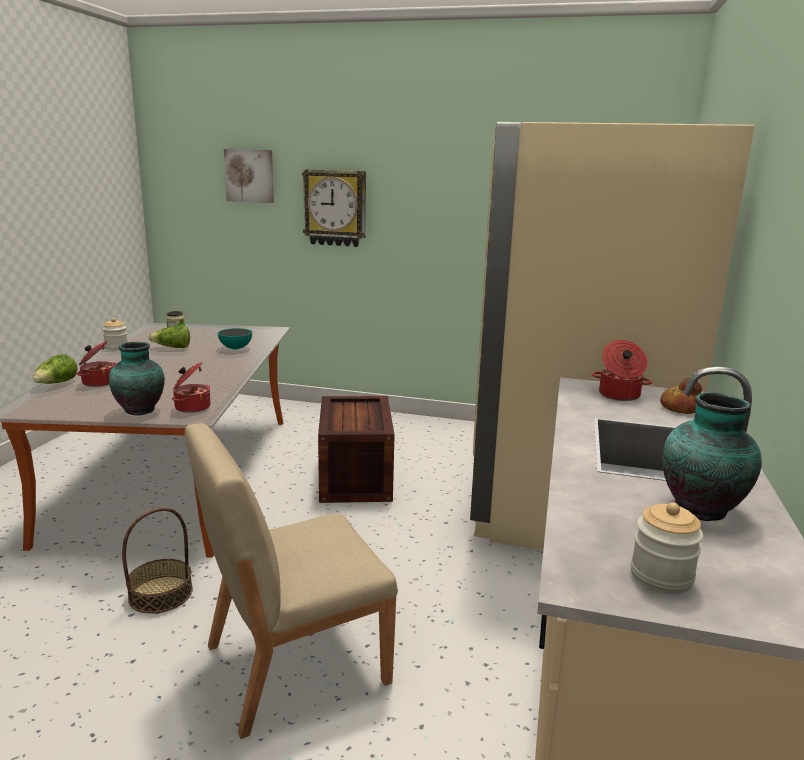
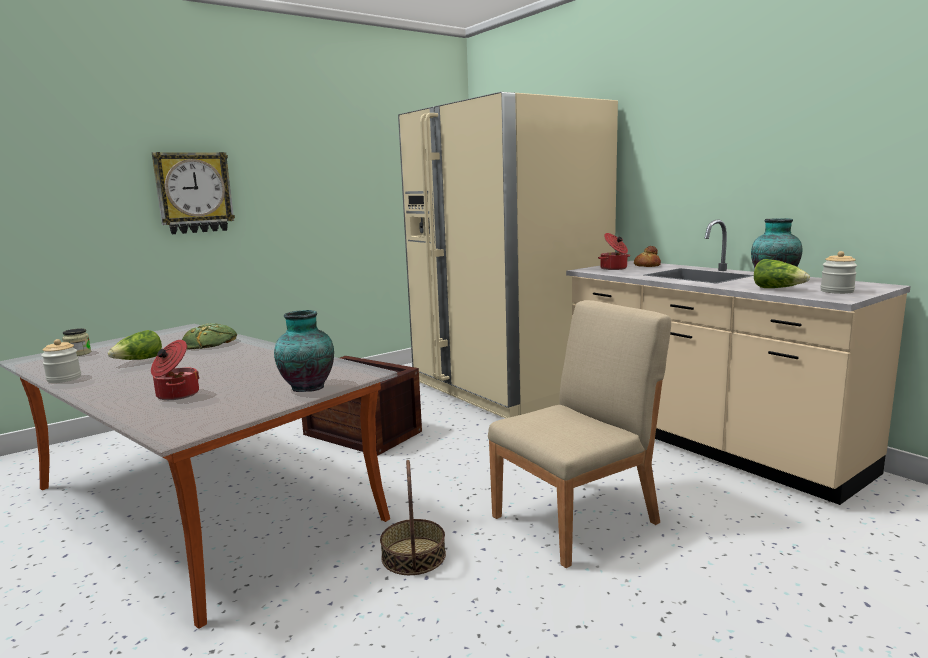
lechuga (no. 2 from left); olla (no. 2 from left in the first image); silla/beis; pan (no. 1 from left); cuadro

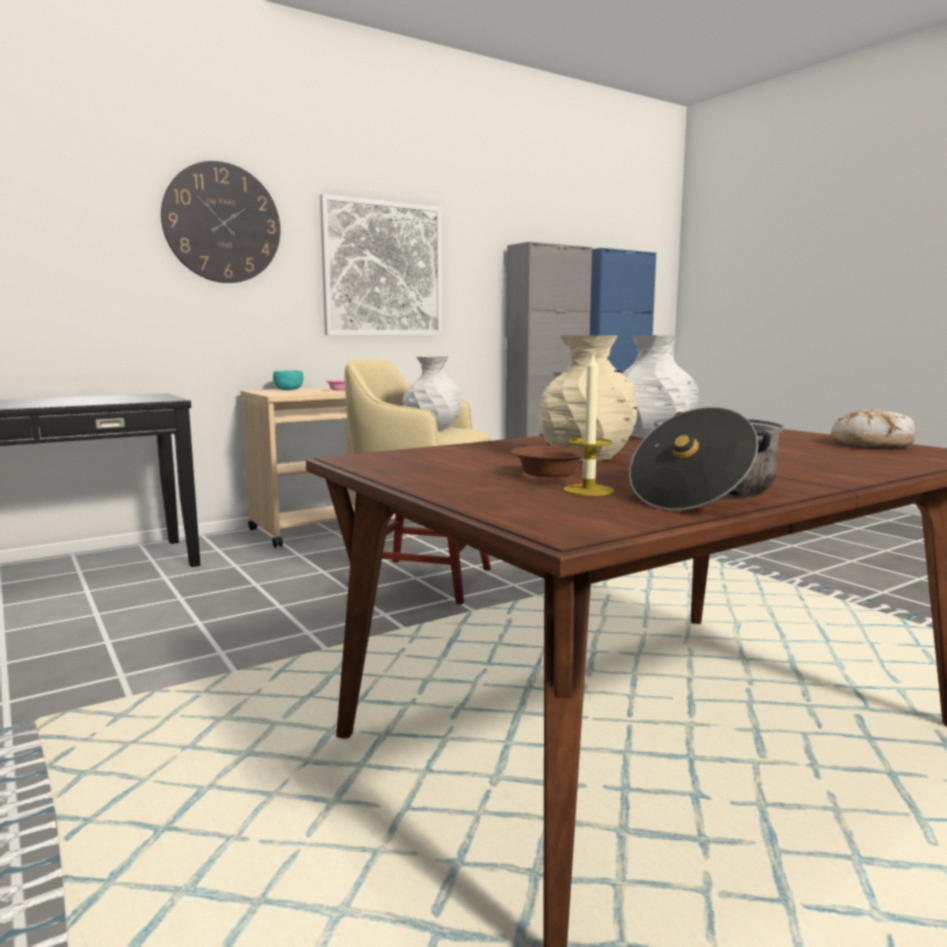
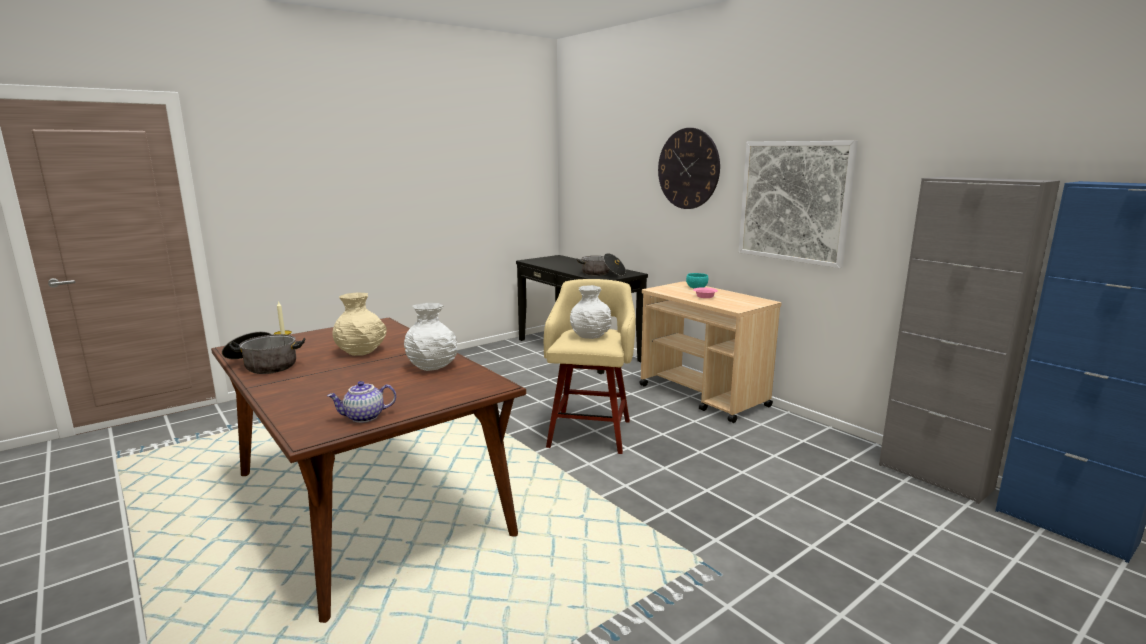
cuenco/marrón; tetera; olla (no. 2 from left)

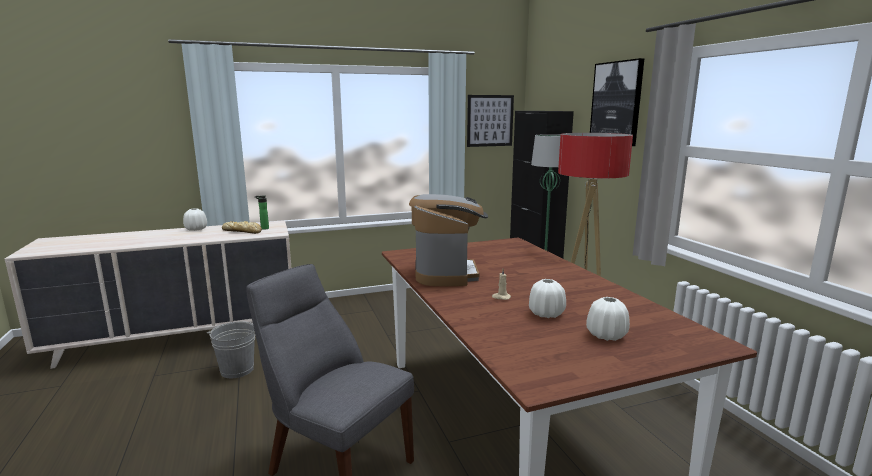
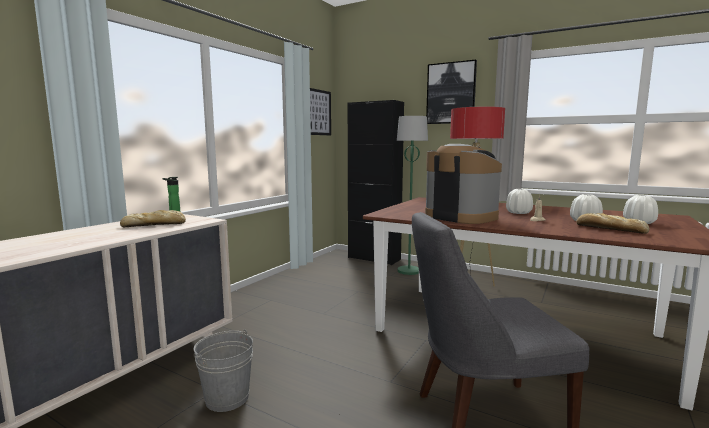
florero/blanco (no. 1 from left); pan (no. 2 from left)

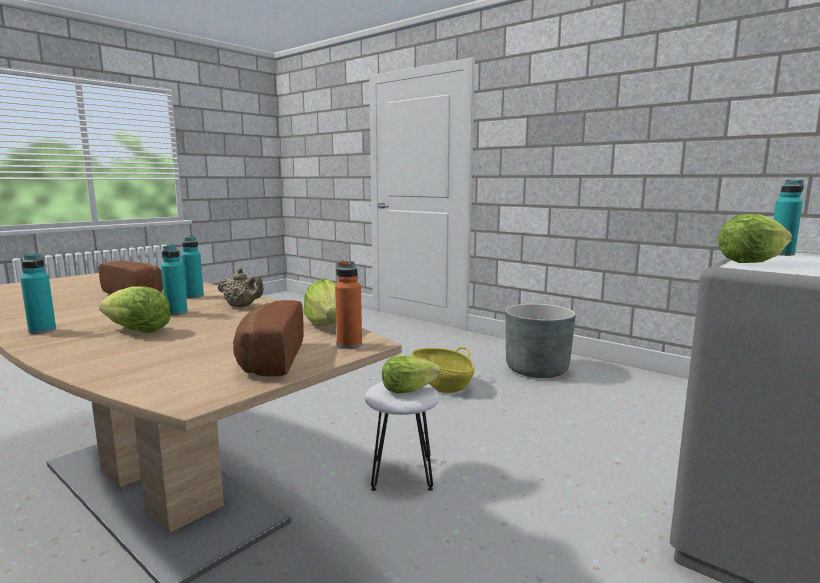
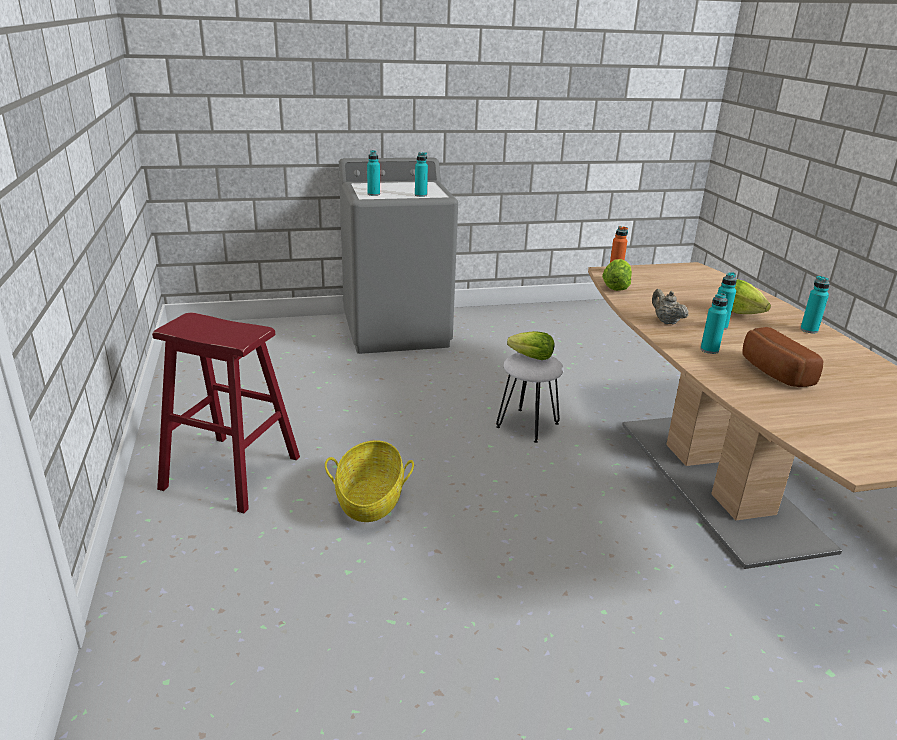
pan (no. 2 from left in the first image); taburete/rojo; botella/turquesa (no. 2 from left)

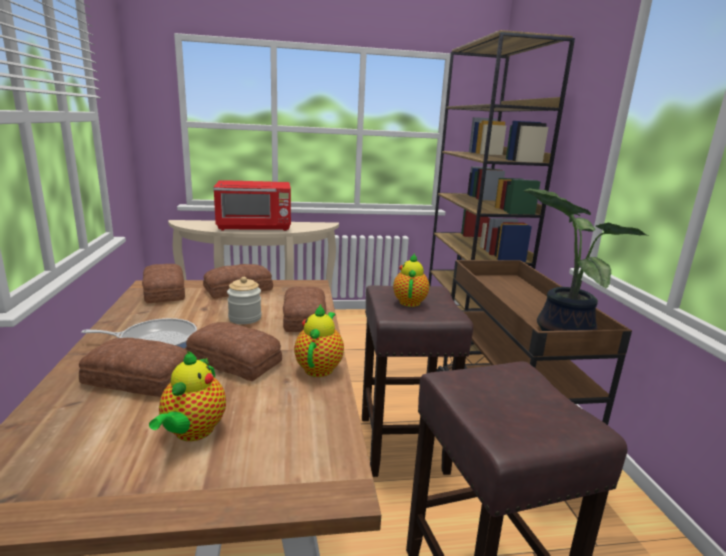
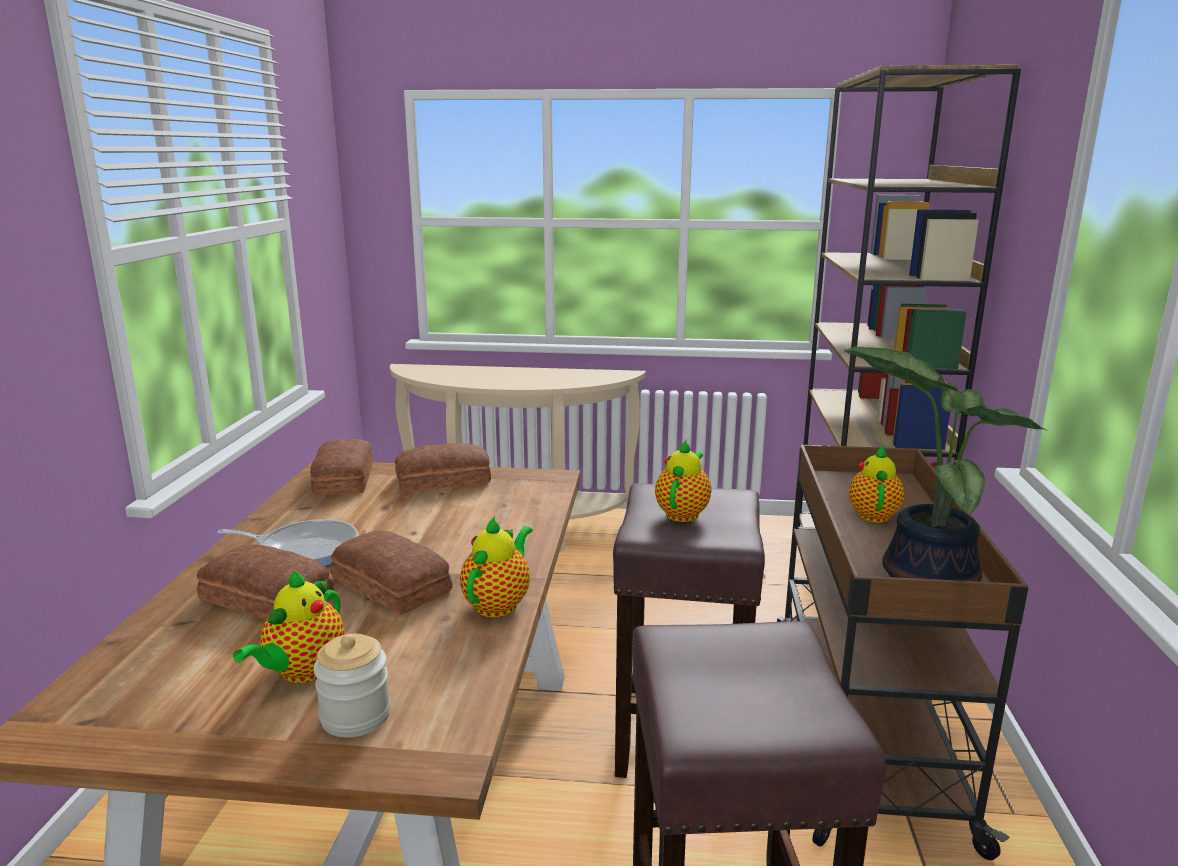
microondas/rojo; tarro; pan (no. 5 from left in the first image); tetera (no. 4 from left)

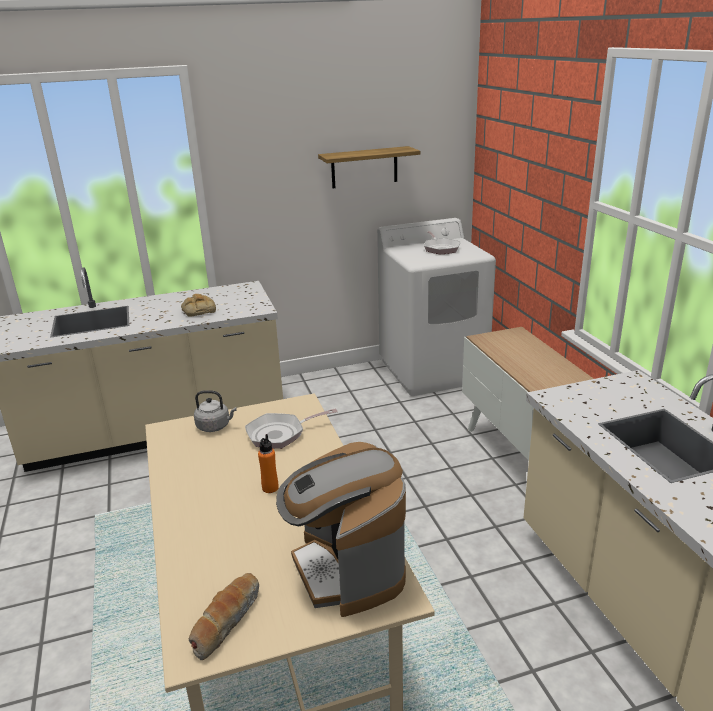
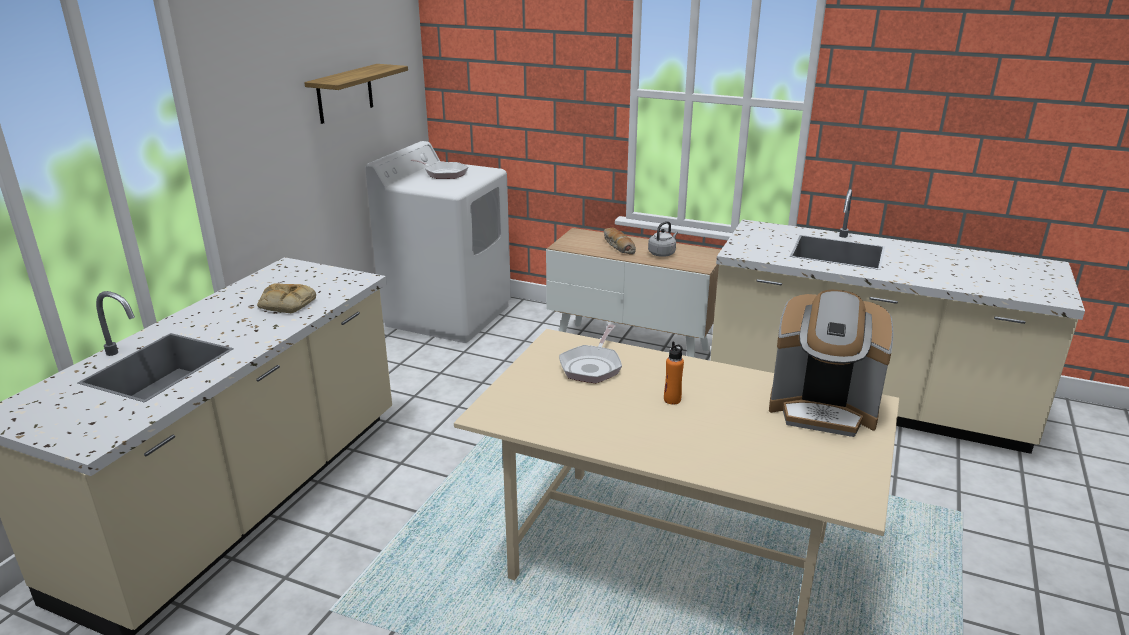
pan (no. 2 from left); hervidor/gris

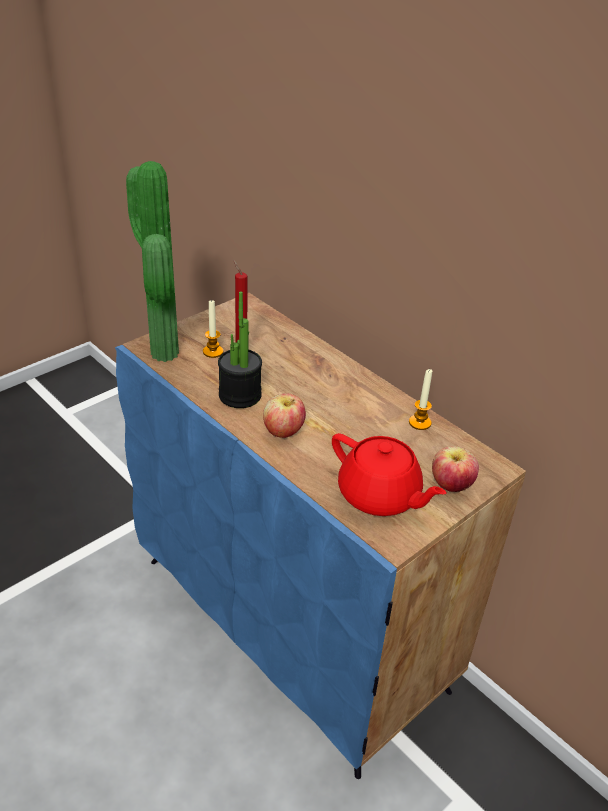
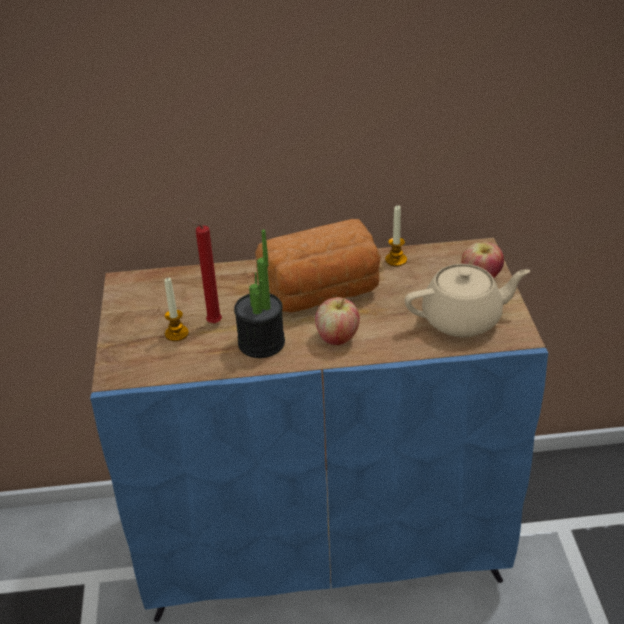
planta en maceta (no. 1 from left in the first image); tetera/beis; pan

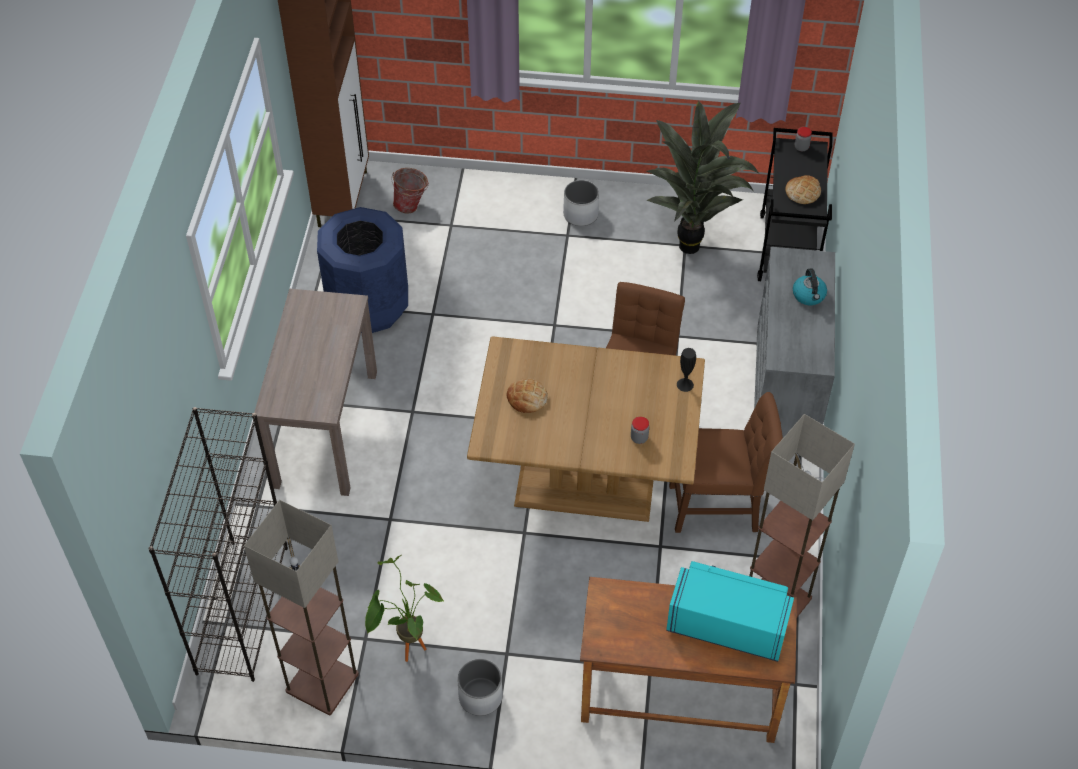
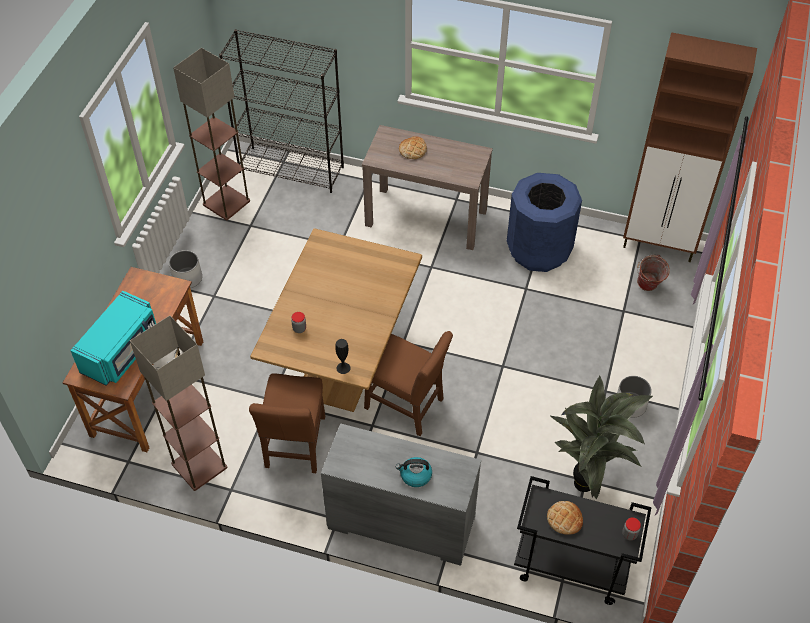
planta en maceta (no. 1 from left in the first image); pan (no. 1 from left)

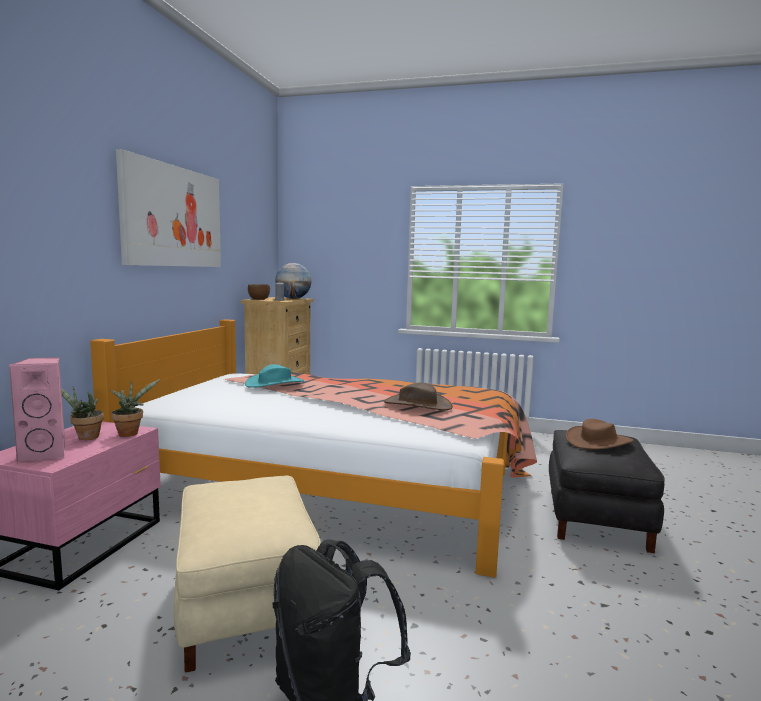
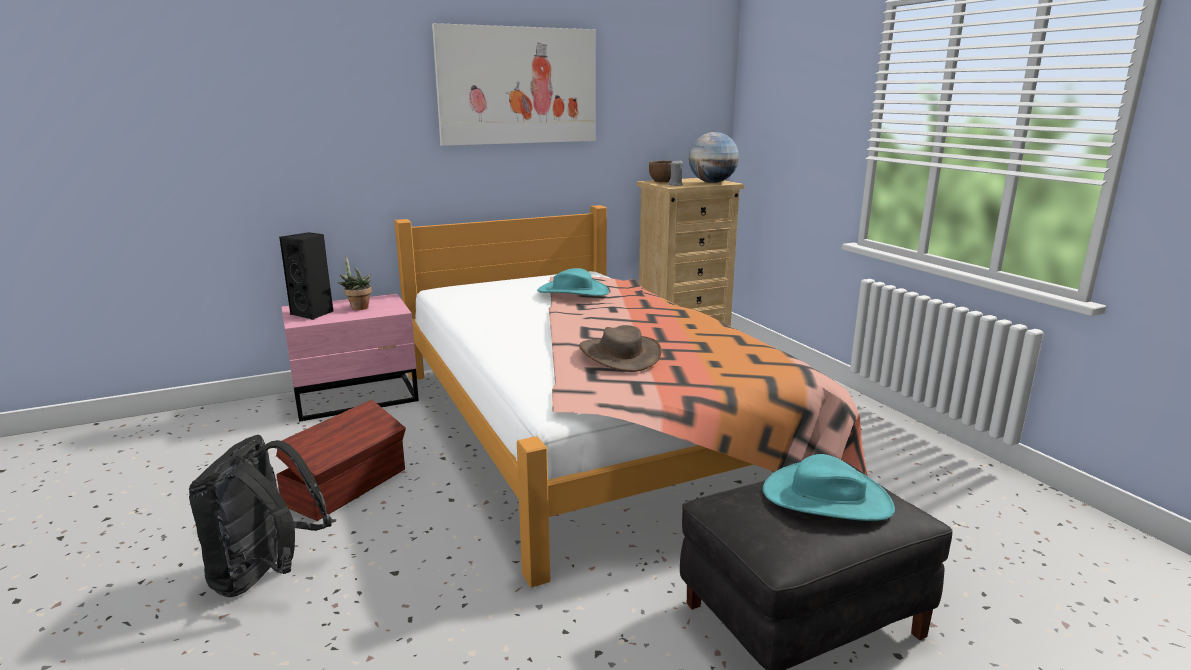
altavoz/negro; planta en maceta (no. 2 from left in the first image); caja de almacenaje/marrón; sombrero/turquesa (no. 2 from left)

